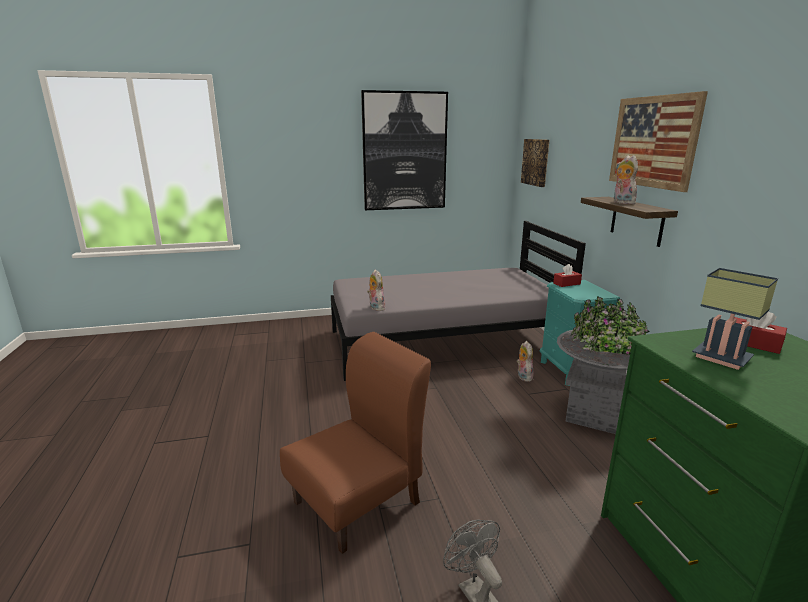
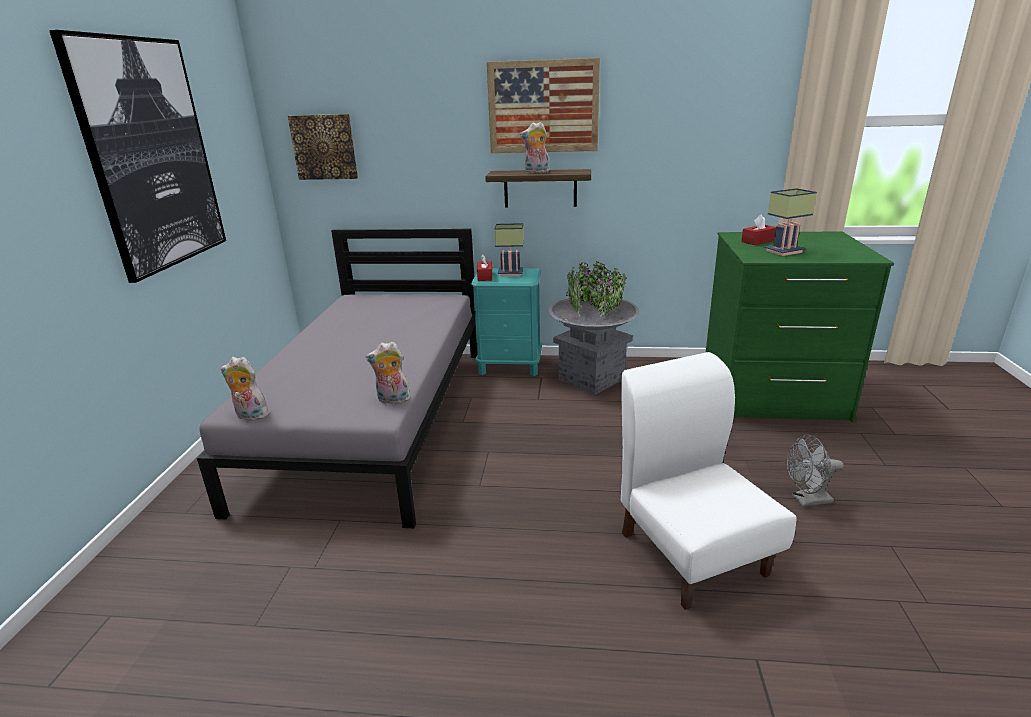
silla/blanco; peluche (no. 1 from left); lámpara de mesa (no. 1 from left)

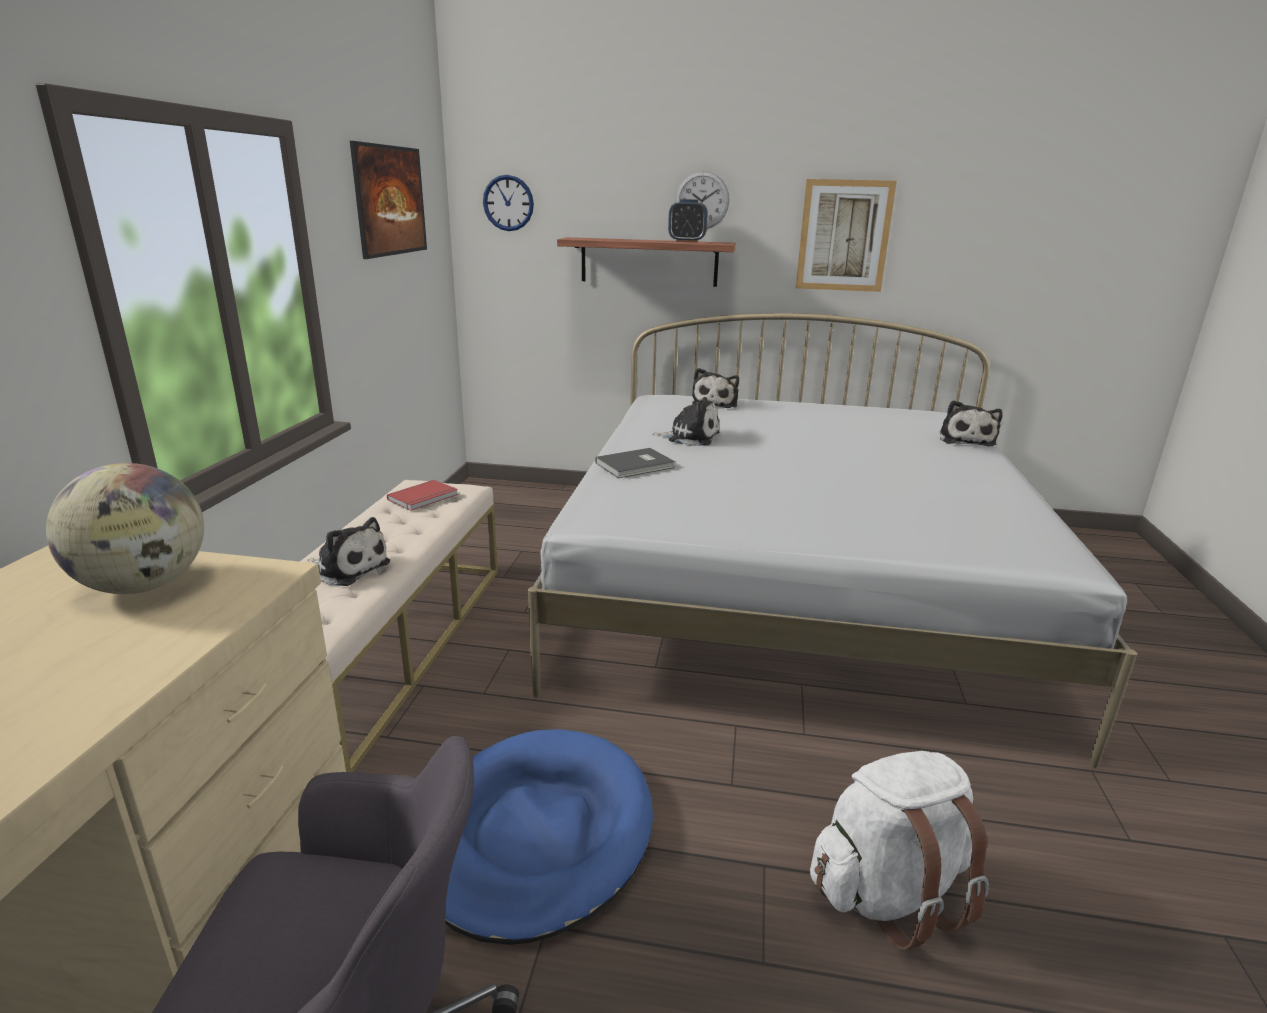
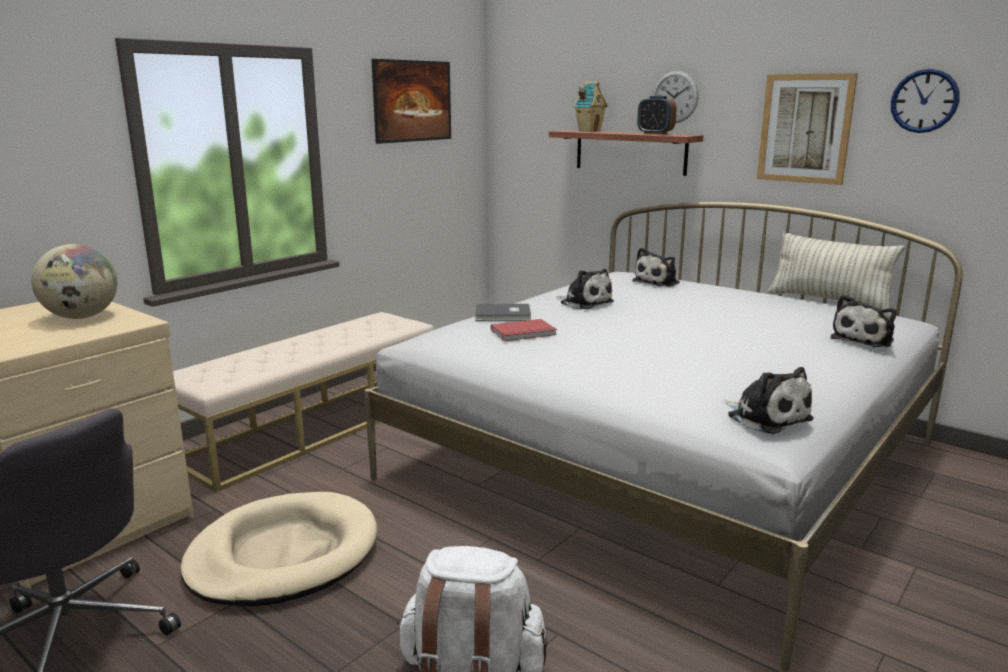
peluche (no. 3 from left); libro/rojo; cama para perro/beis; reloj de pared (no. 2 from left); casita; cojín

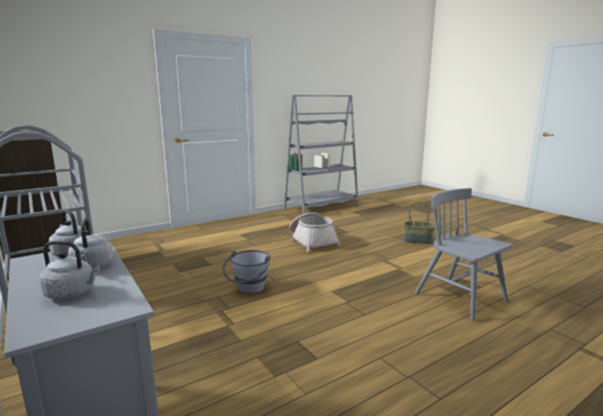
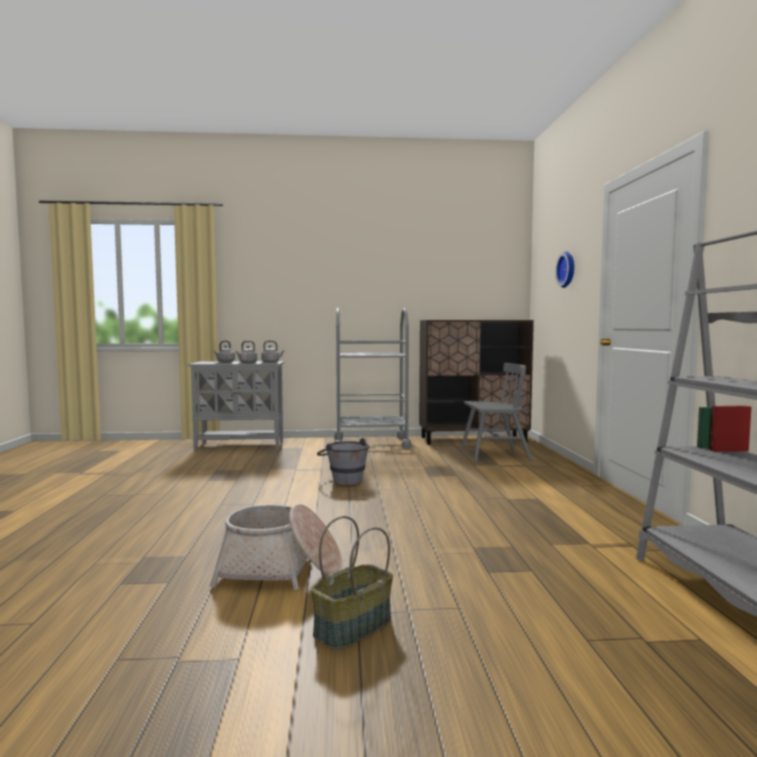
cesta (no. 1 from left); silla/gris; reloj de pared

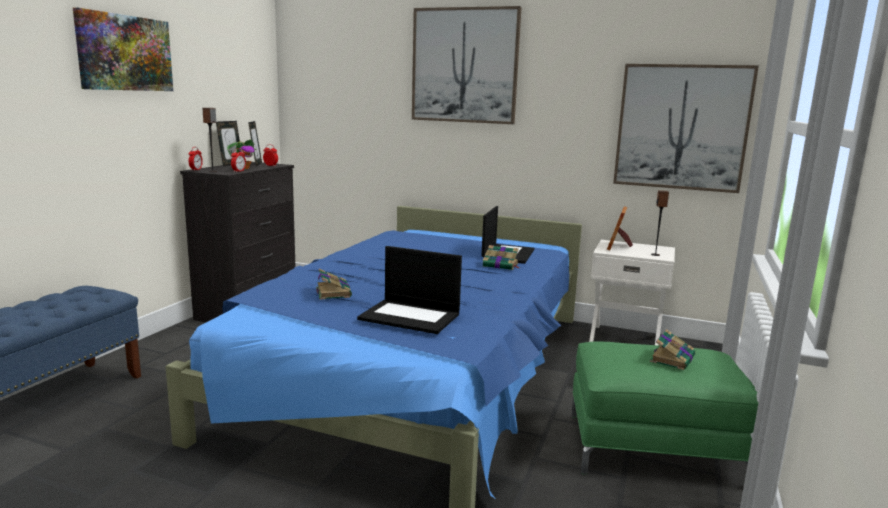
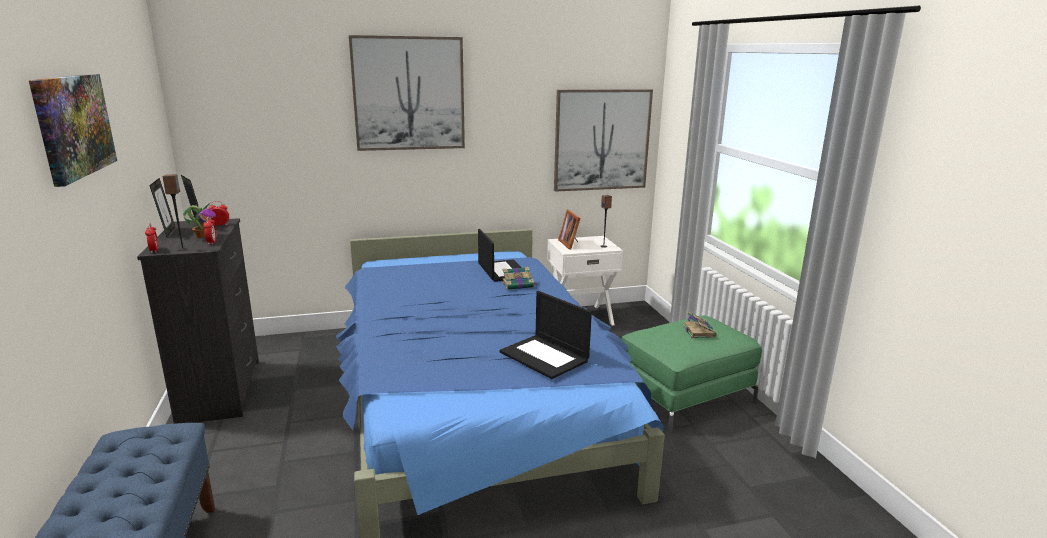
libro (no. 1 from left in the first image); portátil (no. 2 from left)

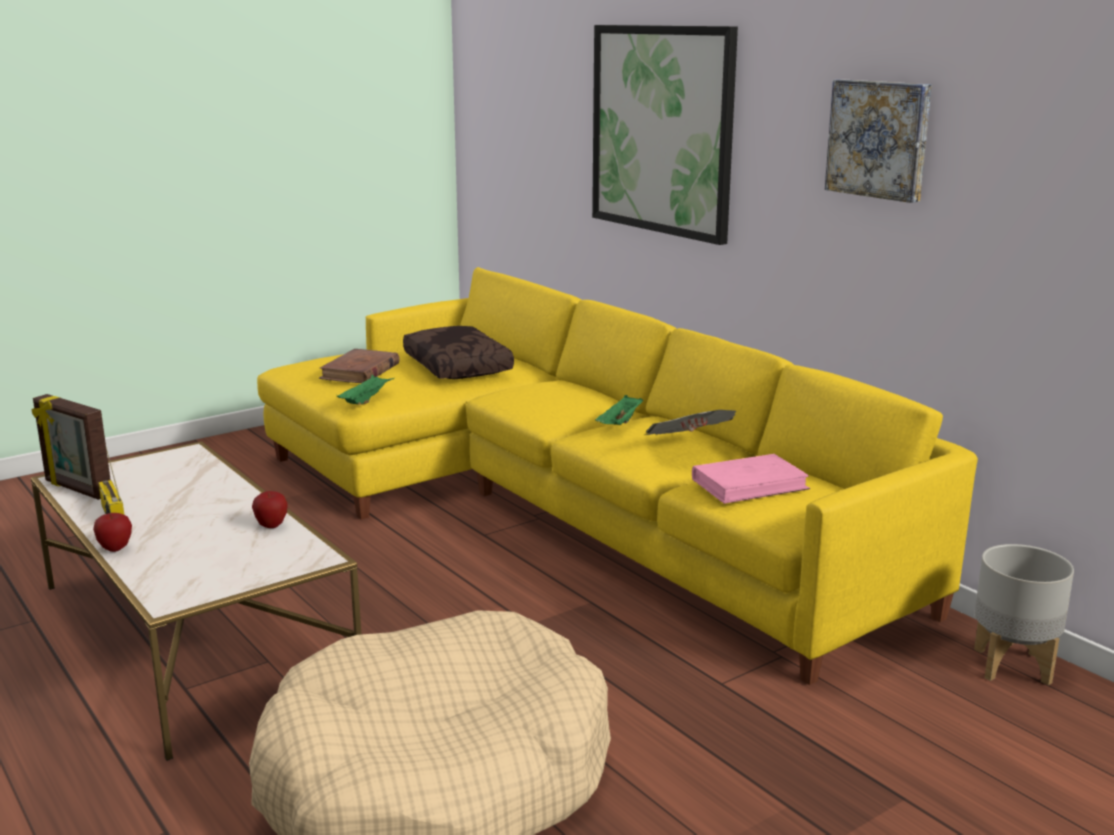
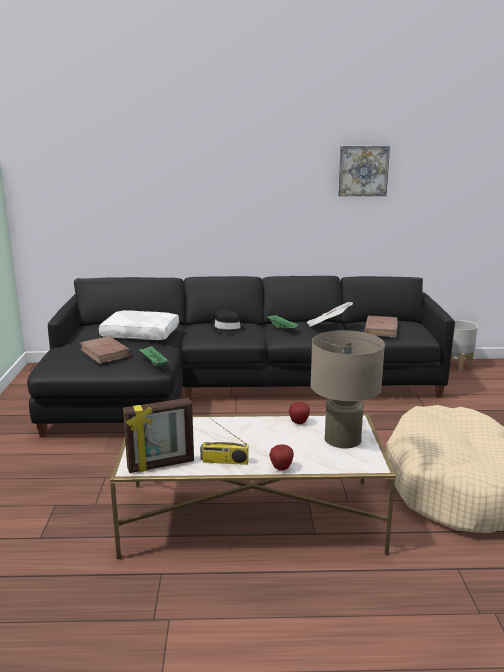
sofá/negro; cojín/blanco; cuadro (no. 1 from left in the first image); libro/marrón (no. 2 from left); sombrero/negro; lámpara de mesa/beis

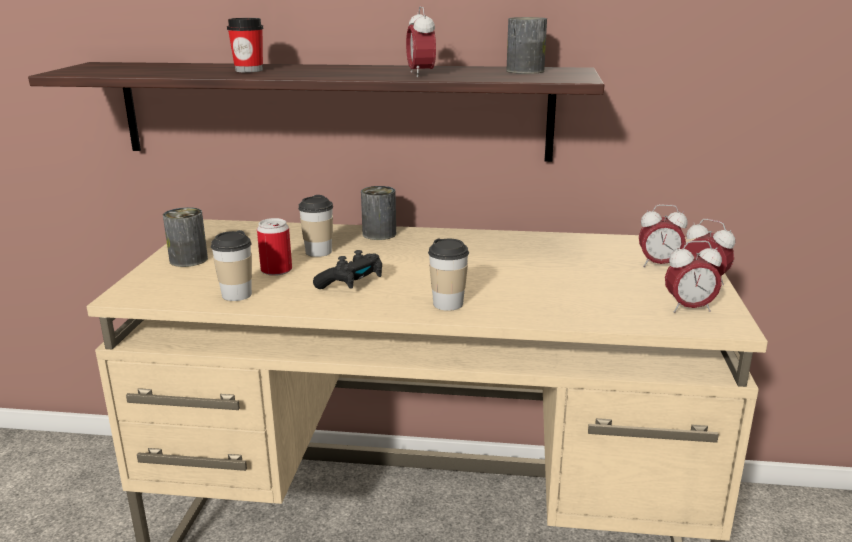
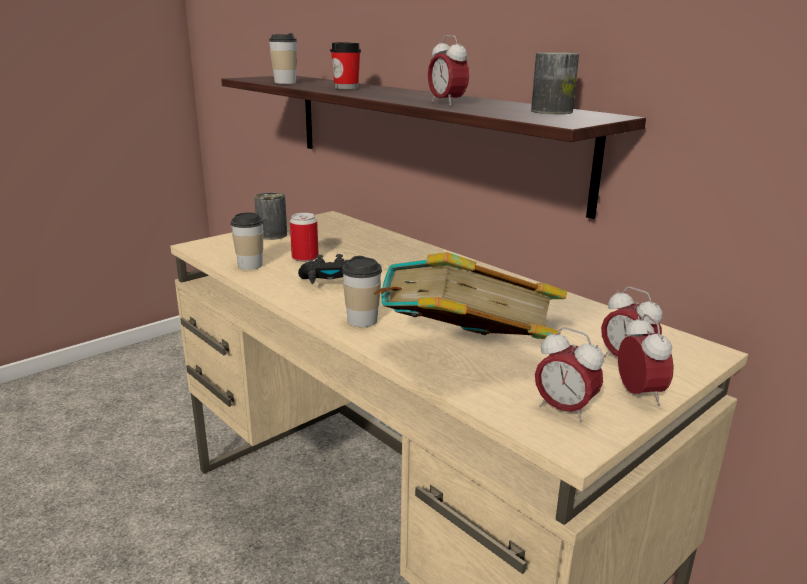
taza (no. 2 from left); lata (no. 3 from left in the first image); despertador (no. 1 from left); libro

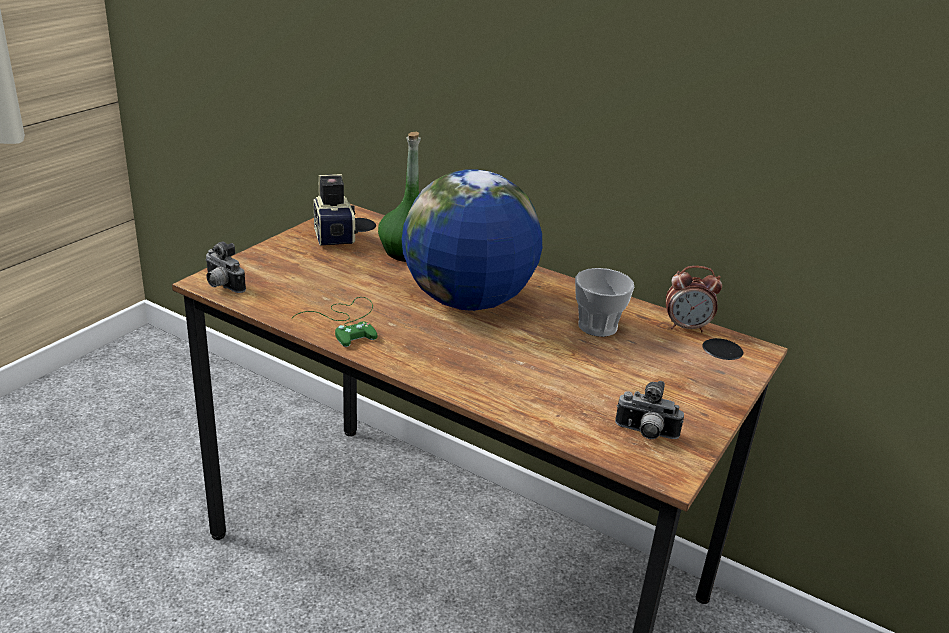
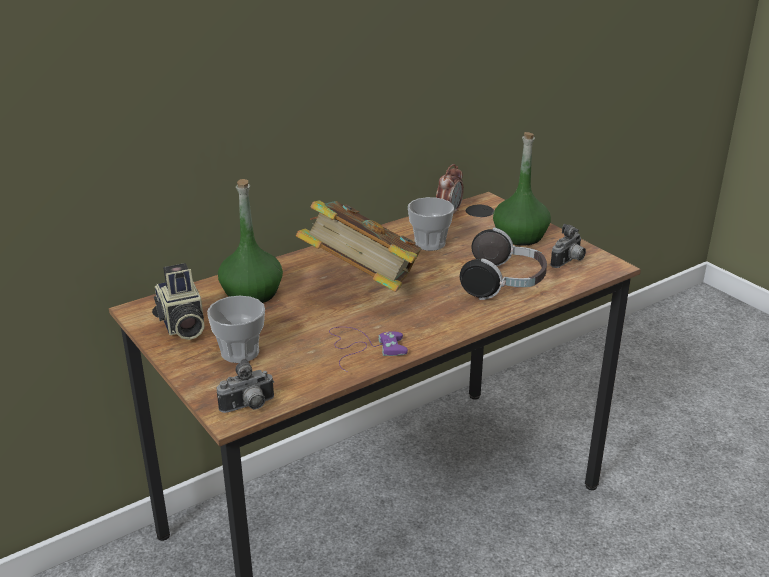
mando de consola/morado; cámara (no. 1 from left); libro; taza (no. 1 from left); auriculares; botella/verde (no. 2 from left)

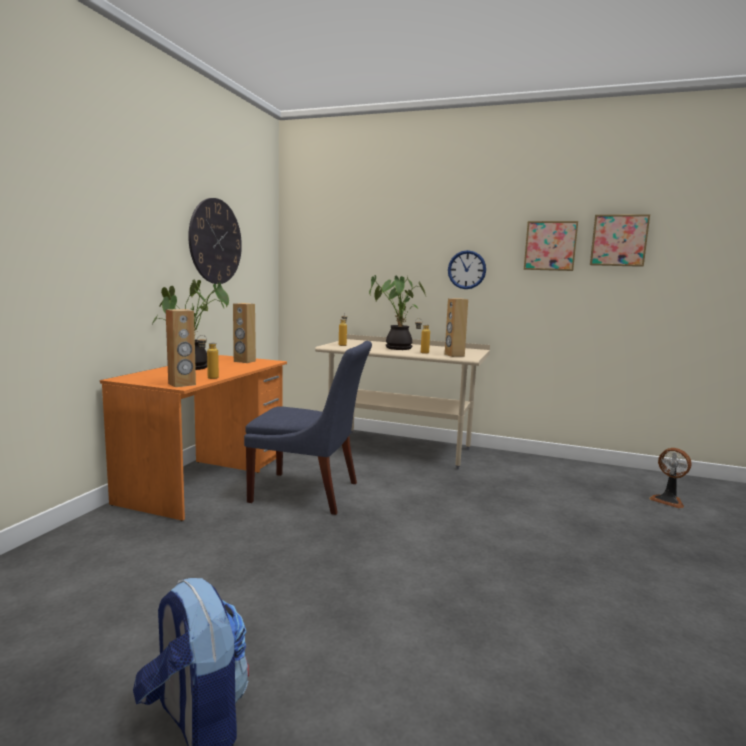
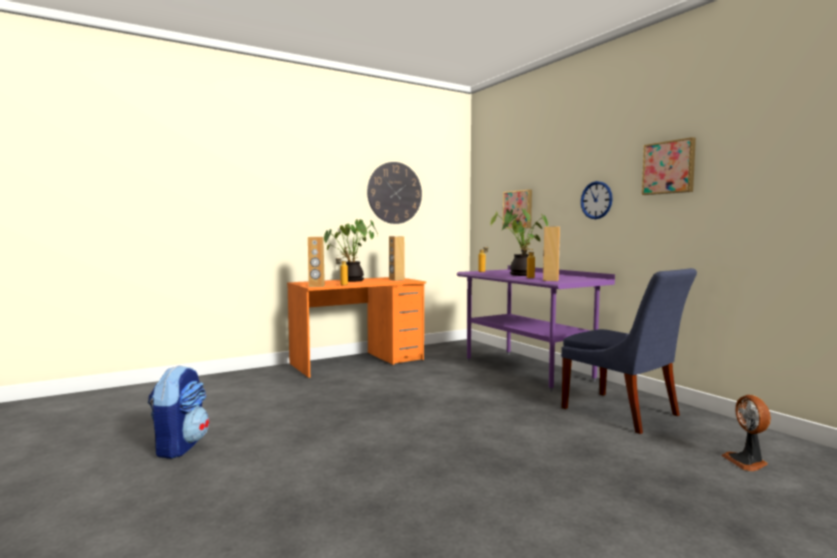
silla/azul; escritorio/morado; cuadro (no. 1 from left)

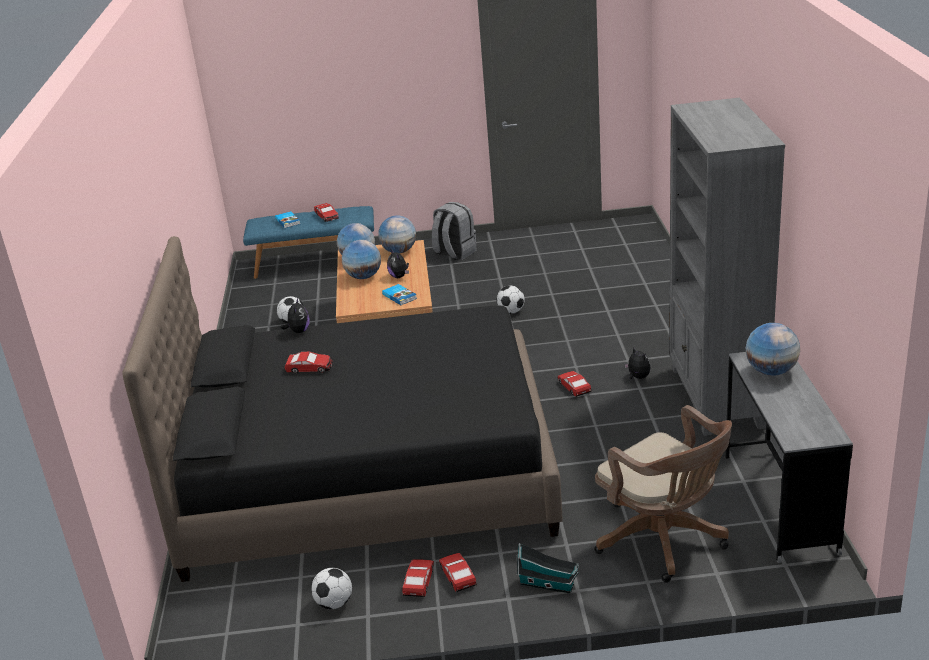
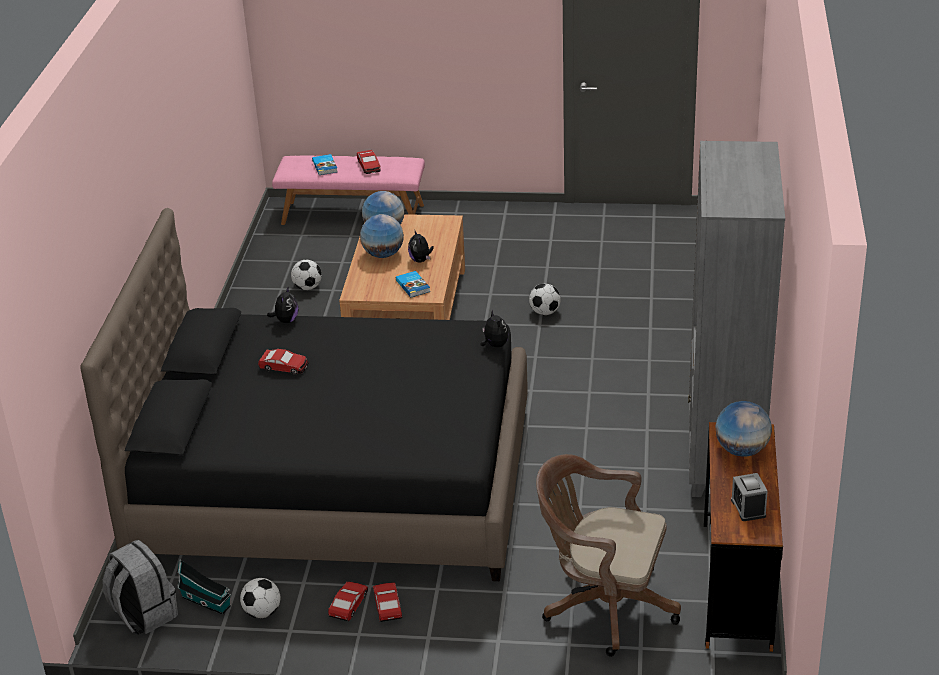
banco/rosa; globo terráqueo (no. 3 from left in the first image); mochila/gris; casita; coche de juguete (no. 5 from left in the first image); silla de oficina/marrón; peluche (no. 3 from left); escritorio/marrón; despertador

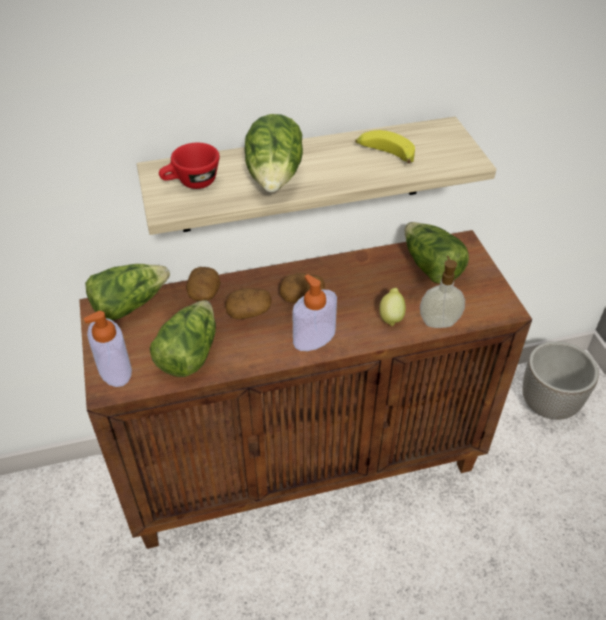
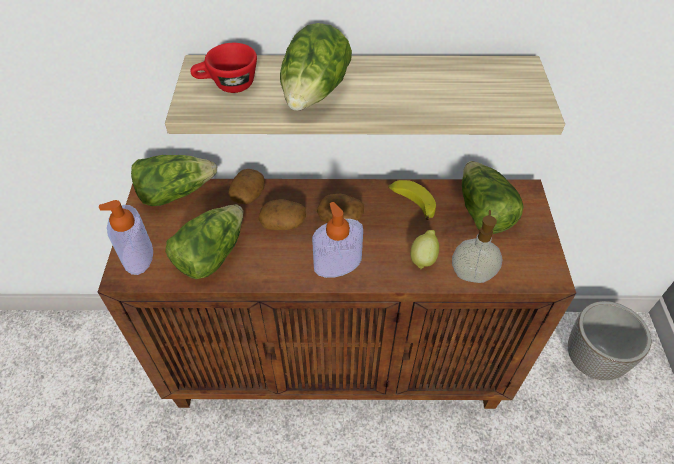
plátano

